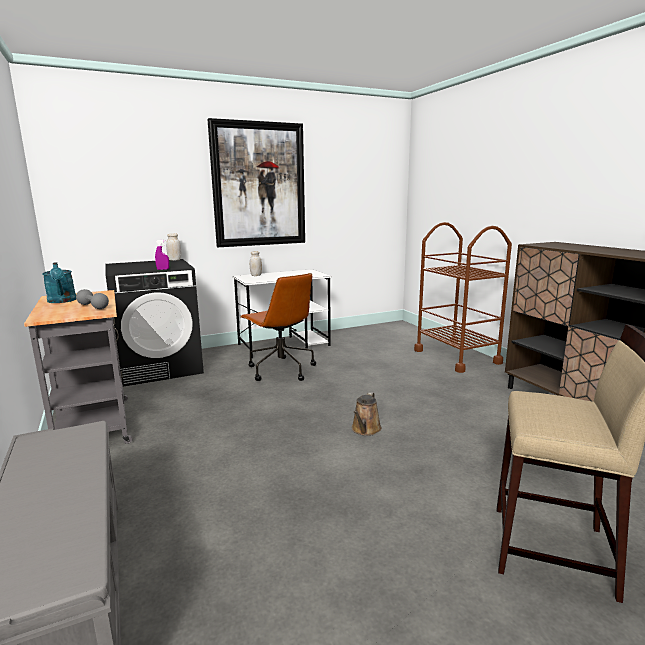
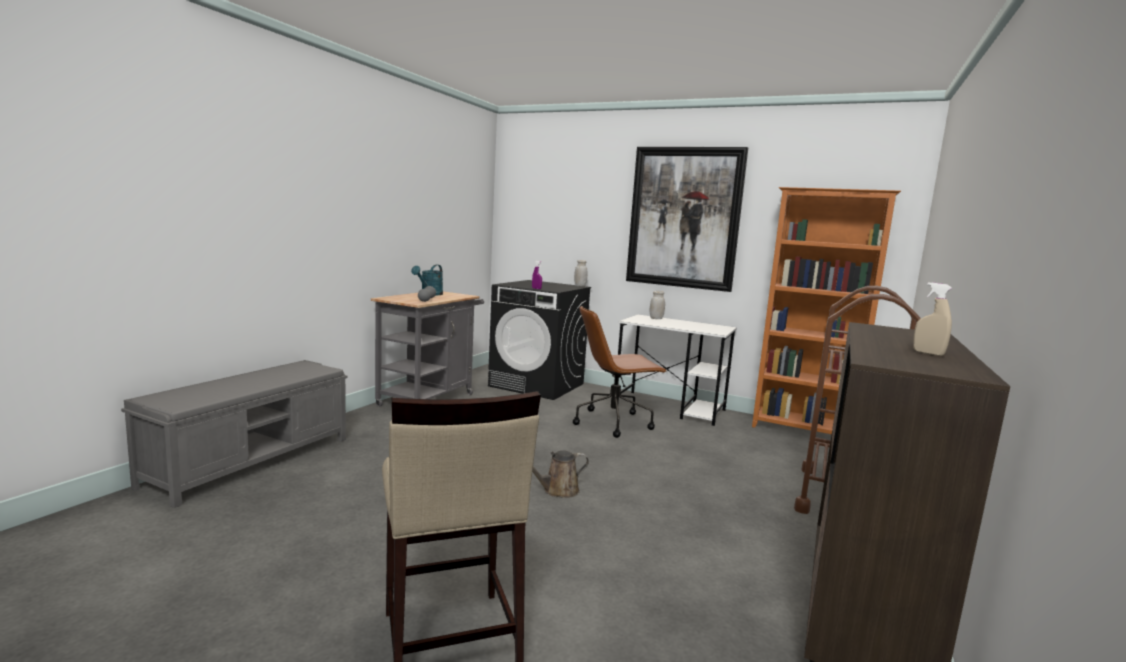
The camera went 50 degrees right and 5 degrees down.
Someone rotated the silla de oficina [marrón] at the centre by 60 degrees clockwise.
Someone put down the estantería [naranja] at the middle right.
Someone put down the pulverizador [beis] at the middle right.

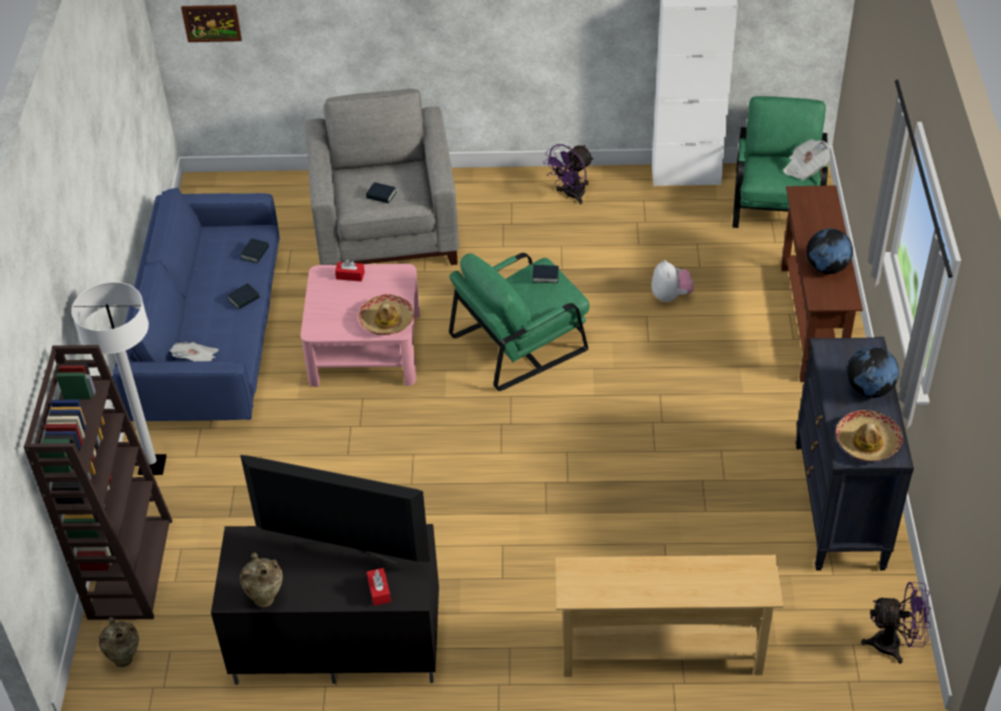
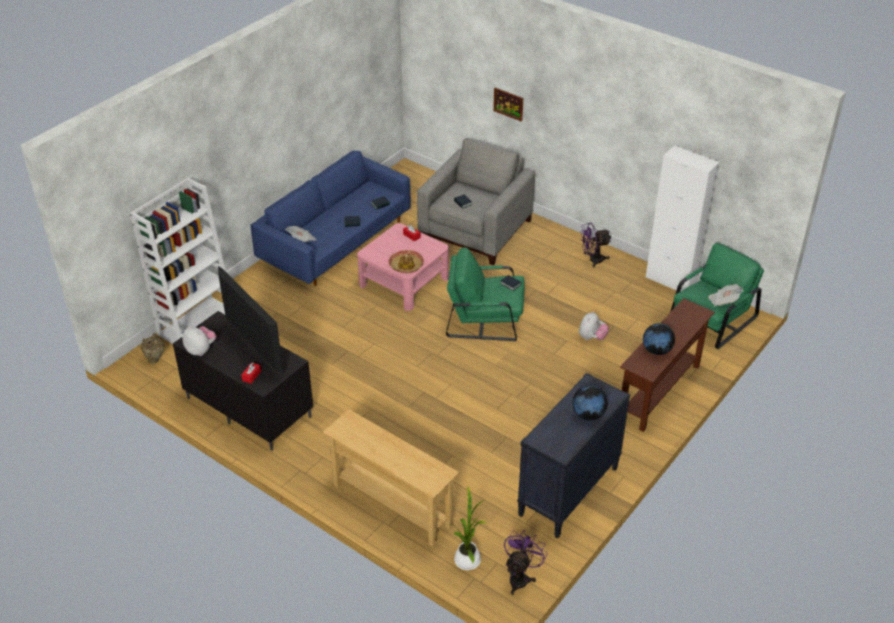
The camera went 35 degrees right and 5 degrees down.
Someone repainted the estantería [marrón] at the bottom left, which became the estantería [blanco] at the middle left.
Someone swapped the florero [beis] (2nd from left) at the bottom left for the peluche (1st from left) at the middle left.
Someone put down the planta en maceta at the bottom centre.
Someone carried the cuadro from the top left to the top centre.
Someone rotated the ventilador [morado] (2nd from left in the first image) at the bottom right by 105 degrees counterclockwise.
Someone took away the lámpara de pie [blanco] at the middle left.
Someone took away the sombrero (2nd from left) at the middle right.

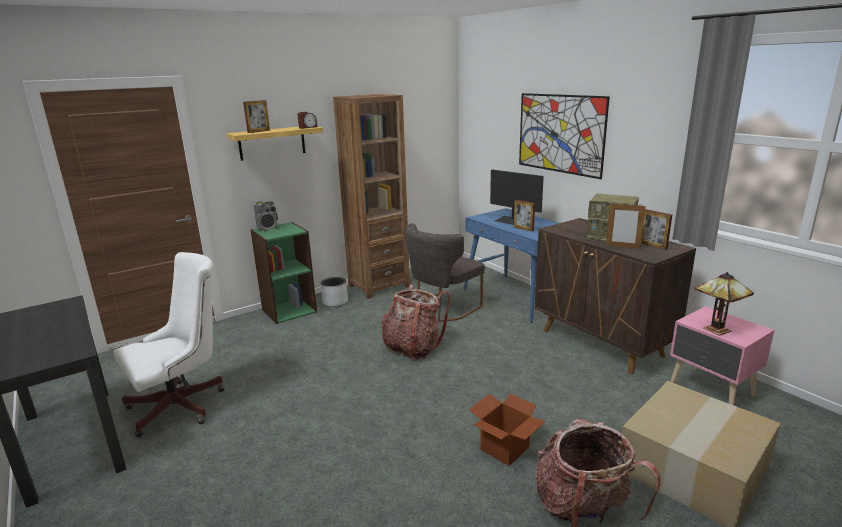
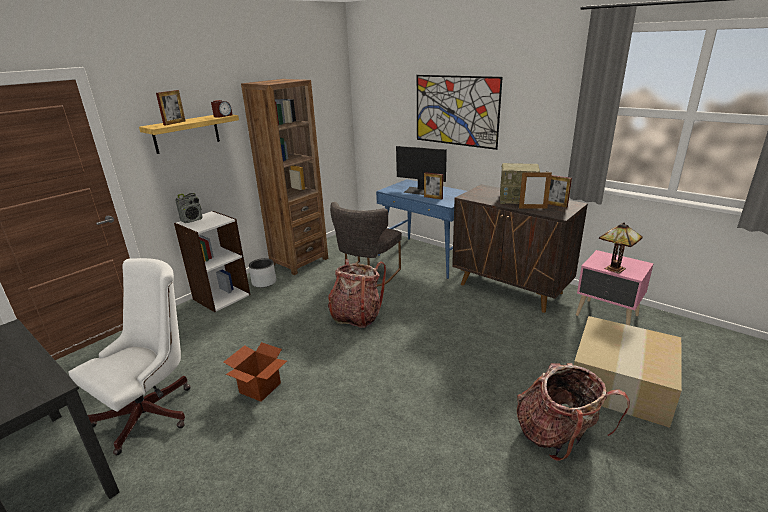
The camera went 15 degrees left and 5 degrees up.
Someone repainted the estantería [verde] at the centre, which became the estantería [blanco] at the middle left.
Someone carried the caja de cartón (1st from left) from the bottom centre to the bottom left.

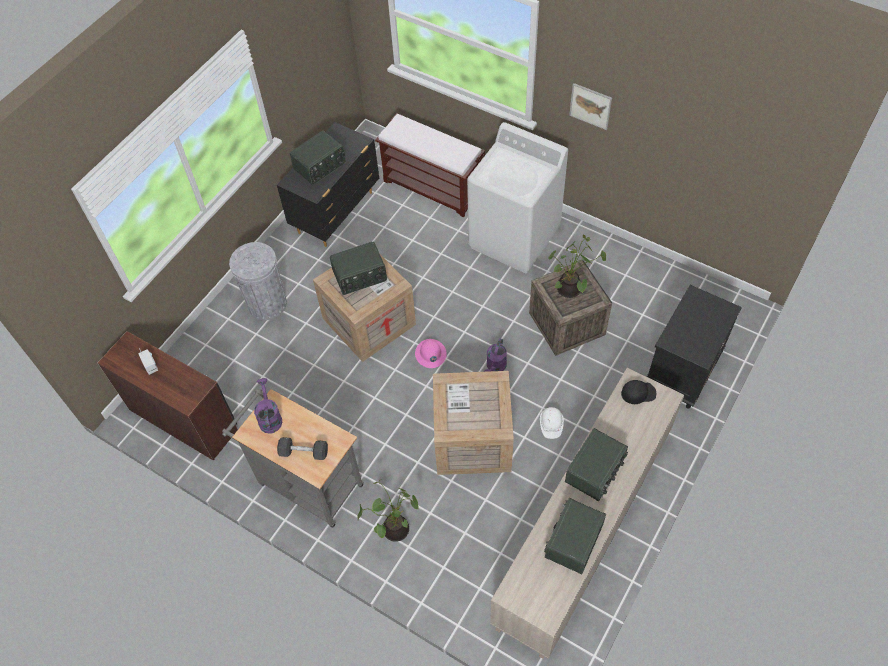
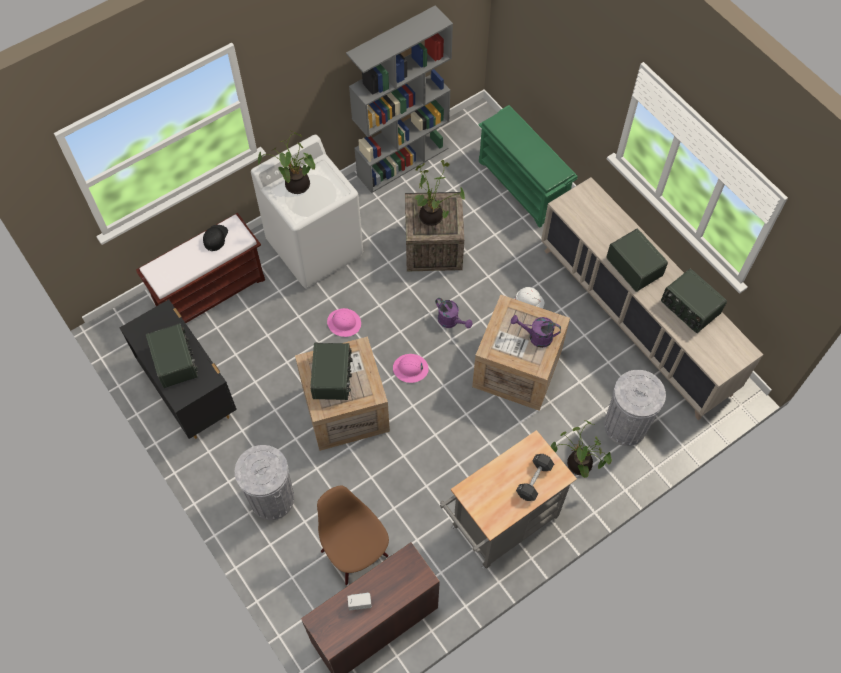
The camera went 70 degrees left and 5 degrees up.
Someone carried the gorra [negro] from the middle right to the middle left.
Someone put down the planta en maceta (1st from left) at the top centre.
Someone put down the silla [marrón] at the bottom centre.
Someone put down the casco [rosa] (1st from left) at the centre.
Someone put down the estantería [gris] at the top centre.
Someone swapped the mesita de noche [negro] at the middle right for the zapatero [verde] at the top centre.
Someone carried the regadera [morado] (1st from left in the first image) from the middle left to the centre.
Someone put down the papelera [gris] (2nd from left) at the middle right.
Someone took away the cuadro at the top centre.

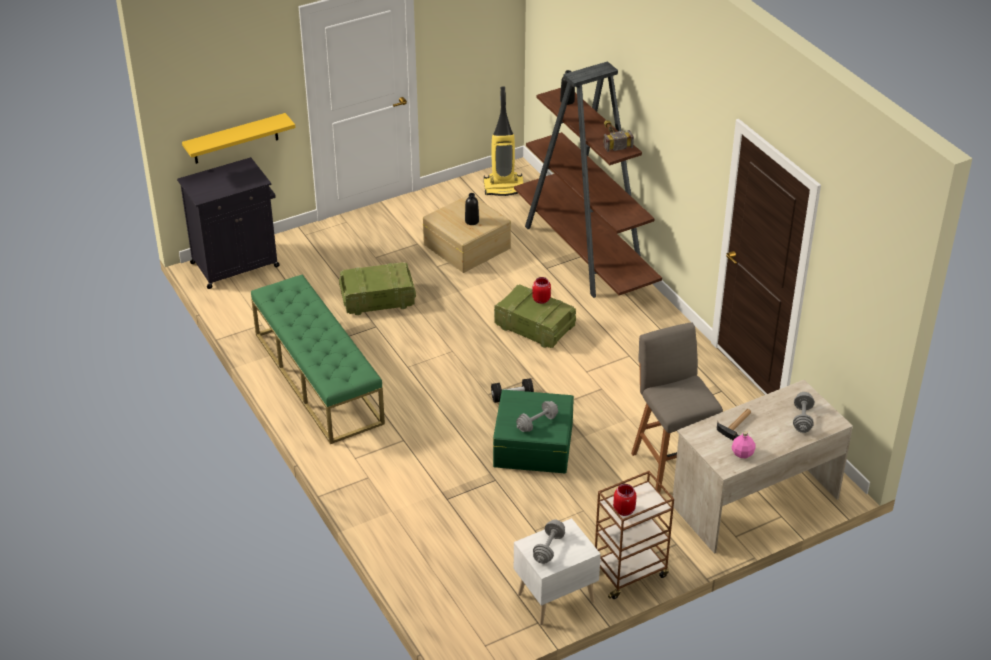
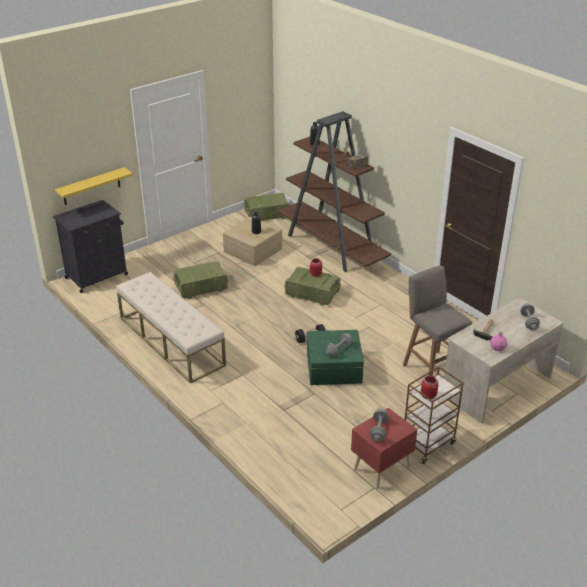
The camera went 10 degrees left and 5 degrees down.
Someone repainted the banco [verde] at the middle left, which became the banco [beis] at the middle left.
Someone swapped the aspiradora at the top centre for the caja de embalaje (2nd from left) at the centre.
Someone repainted the mesita de noche [blanco] at the bottom centre, which became the mesita de noche [rojo] at the bottom centre.

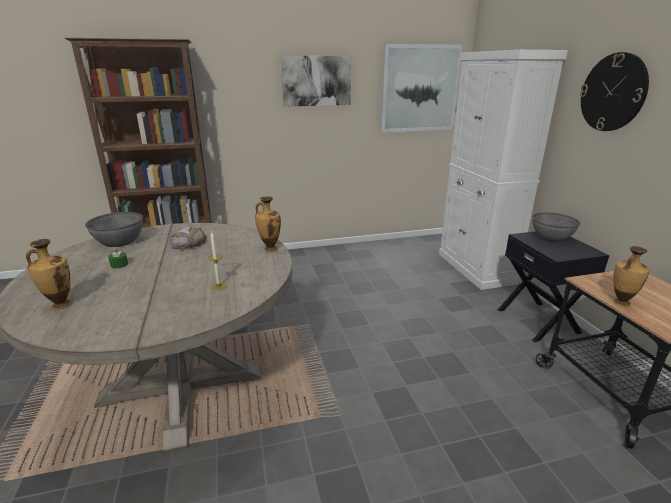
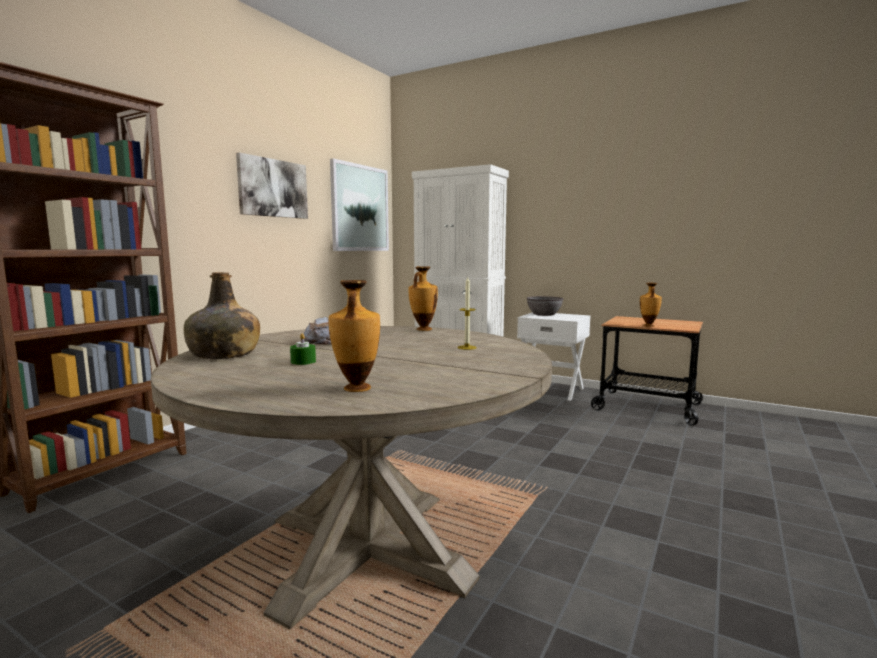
The camera went 45 degrees left and 15 degrees down.
Someone swapped the cuenco [gris] (1st from left) at the middle left for the botella [verde] at the middle left.
Someone repainted the mesita de noche [negro] at the middle right, which became the mesita de noche [blanco] at the centre.
Someone took away the reloj de pared at the top right.

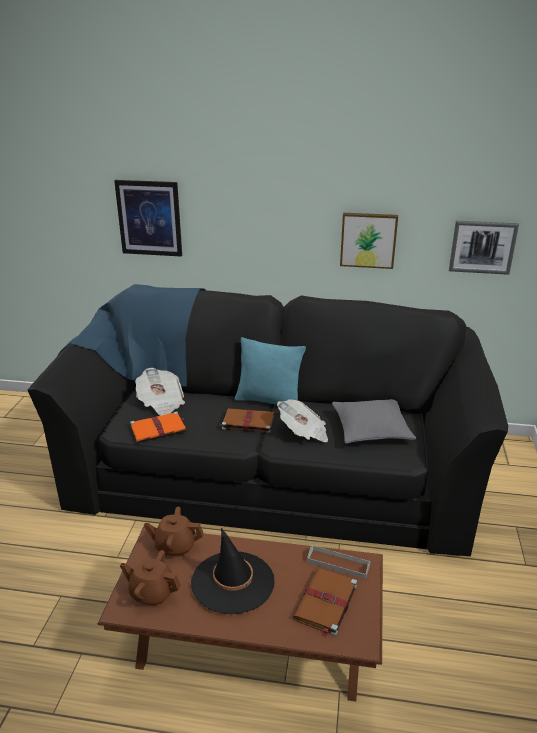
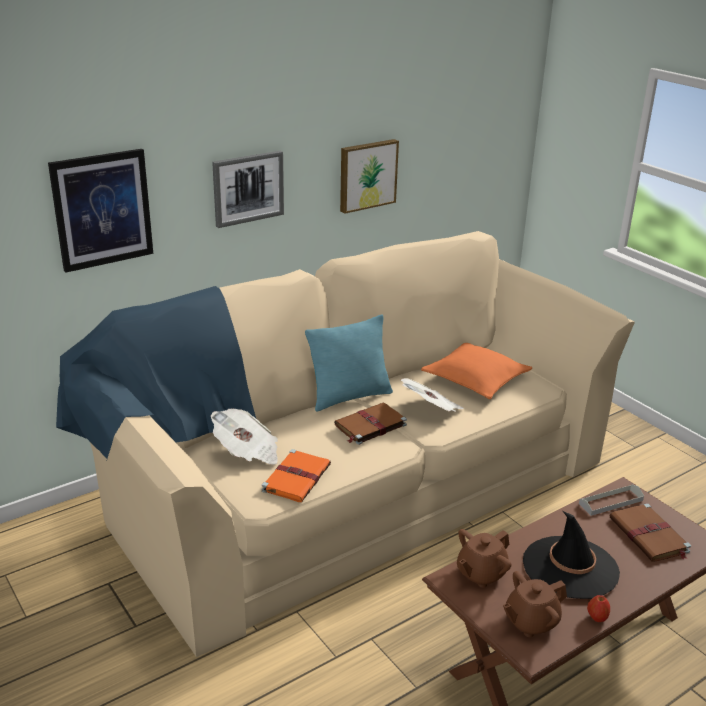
The camera went 45 degrees left and 0 degrees up.
Someone repainted the sofá [negro] at the centre, which became the sofá [beis] at the centre.
Someone carried the cuadro (3rd from left in the first image) from the middle right to the top centre.
Someone repainted the cojín [gris] at the middle right, which became the cojín [naranja] at the middle right.
Someone put down the manzana at the bottom right.

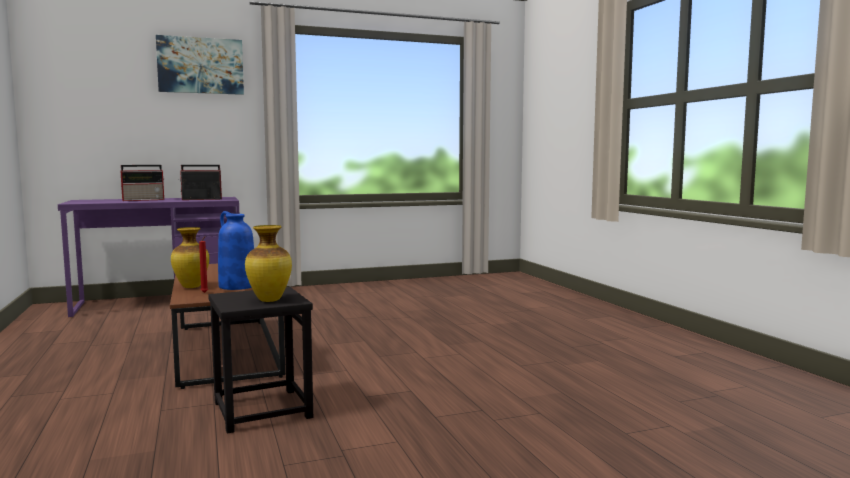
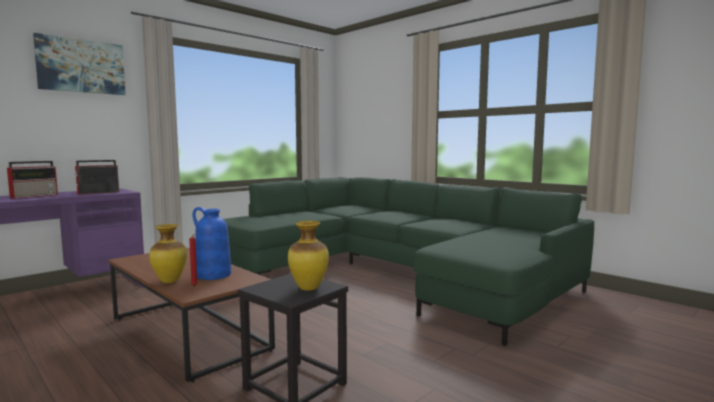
The camera went 25 degrees left and 0 degrees up.
Someone put down the sofá [verde] at the centre.

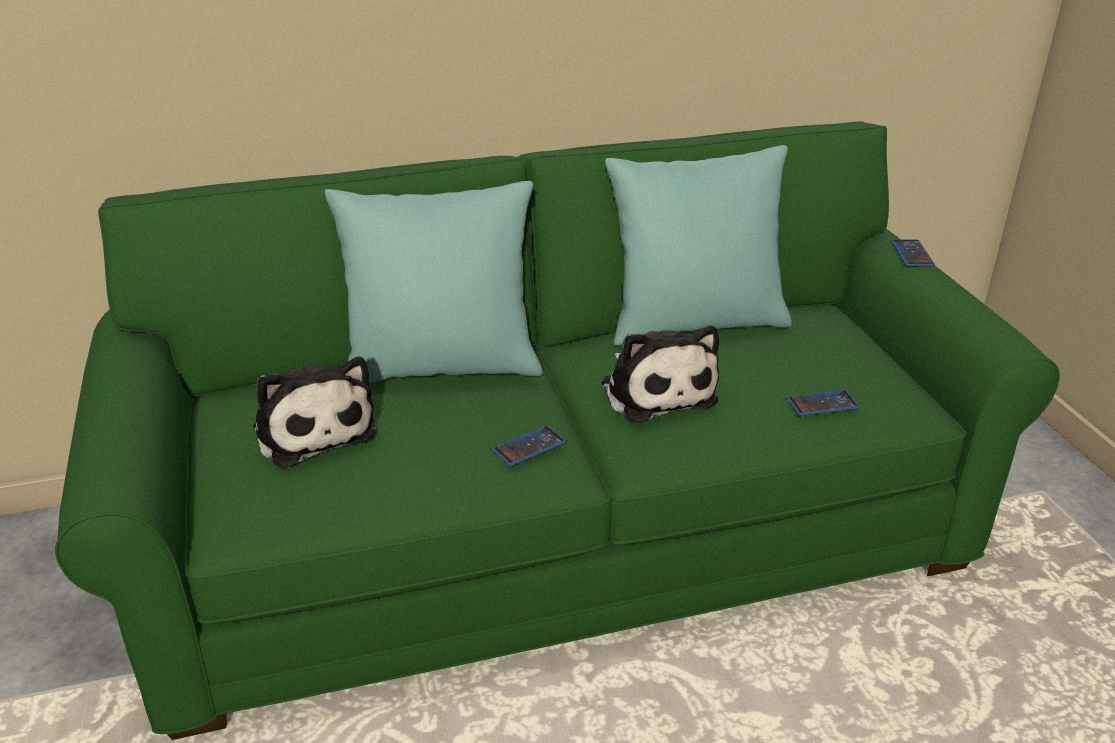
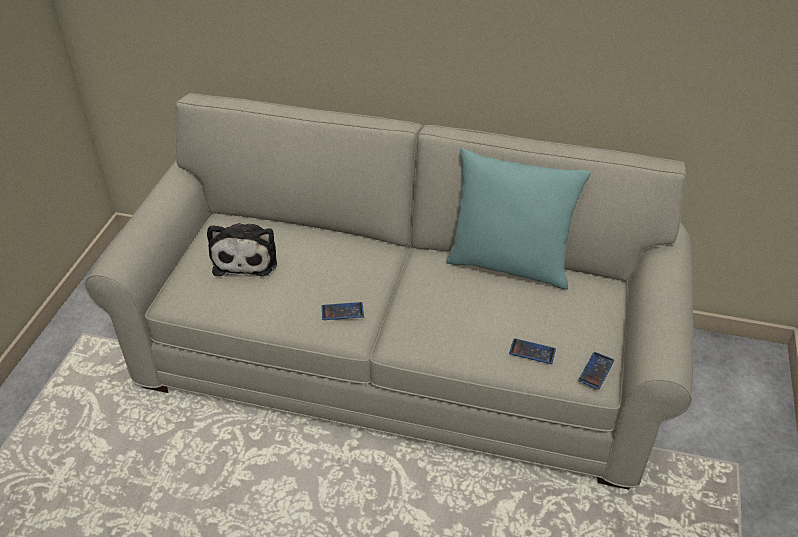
The camera went 30 degrees right and 10 degrees up.
Someone repainted the sofá [verde] at the centre, which became the sofá [beis] at the centre.
Someone carried the móvil (3rd from left) from the middle right to the bottom right.
Someone took away the cojín [turquesa] (1st from left) at the centre.
Someone took away the peluche (2nd from left) at the centre.

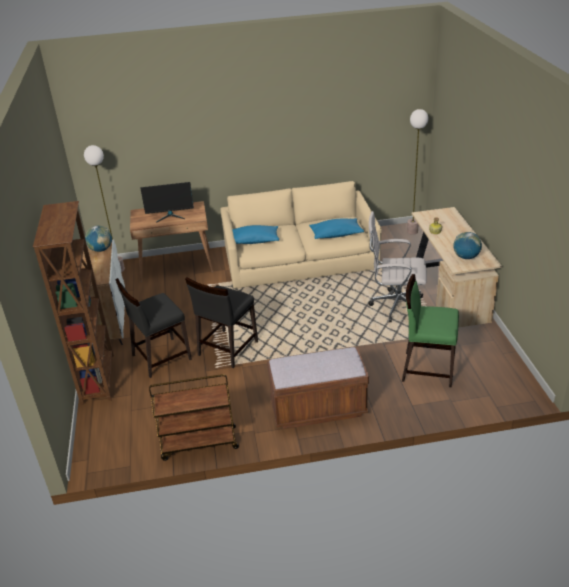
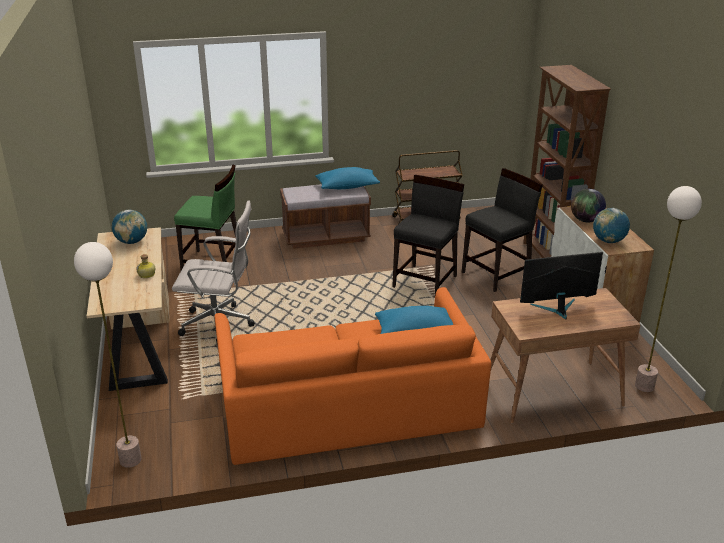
The camera went 175 degrees right and 5 degrees down.
Someone repainted the sofá [beis] at the centre, which became the sofá [naranja] at the bottom centre.
Someone carried the cojín [azul] (2nd from left in the first image) from the centre to the top centre.
Someone put down the globo terráqueo (2nd from left) at the middle right.

